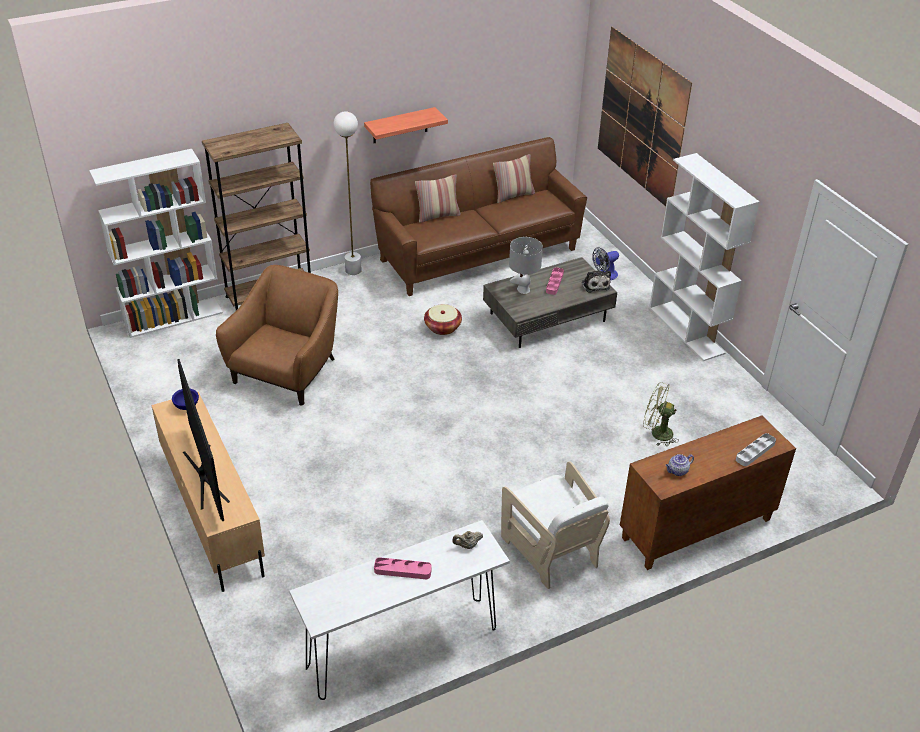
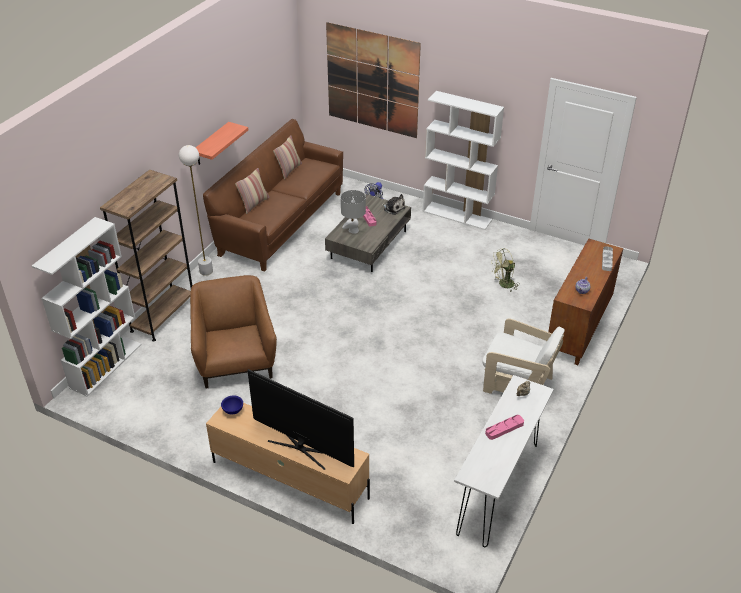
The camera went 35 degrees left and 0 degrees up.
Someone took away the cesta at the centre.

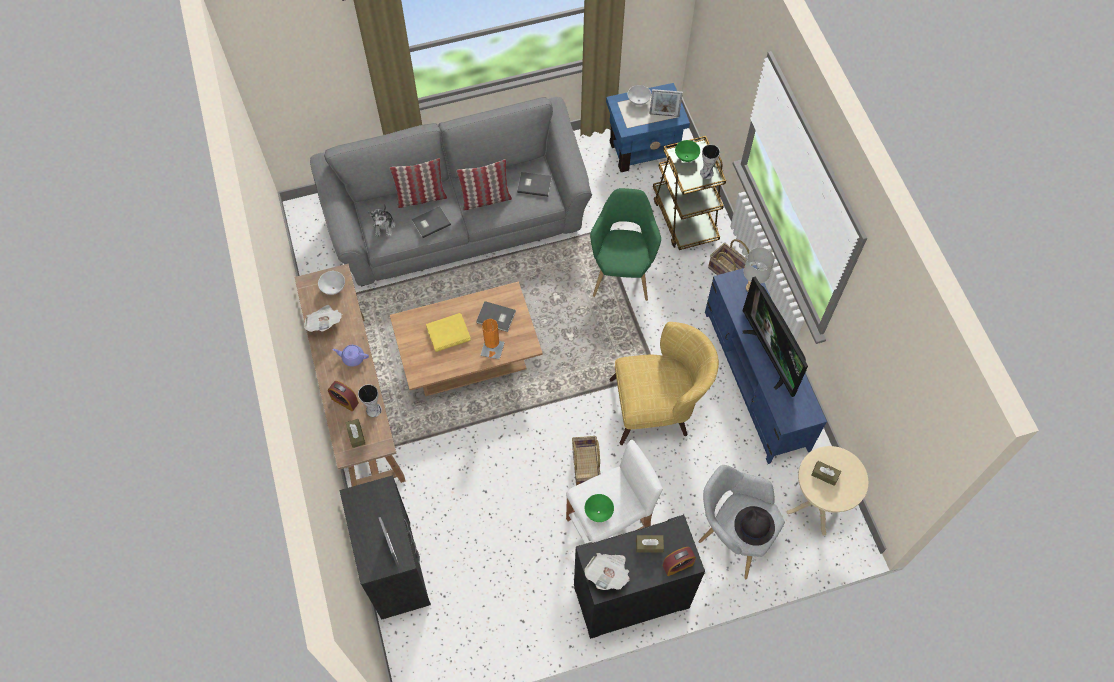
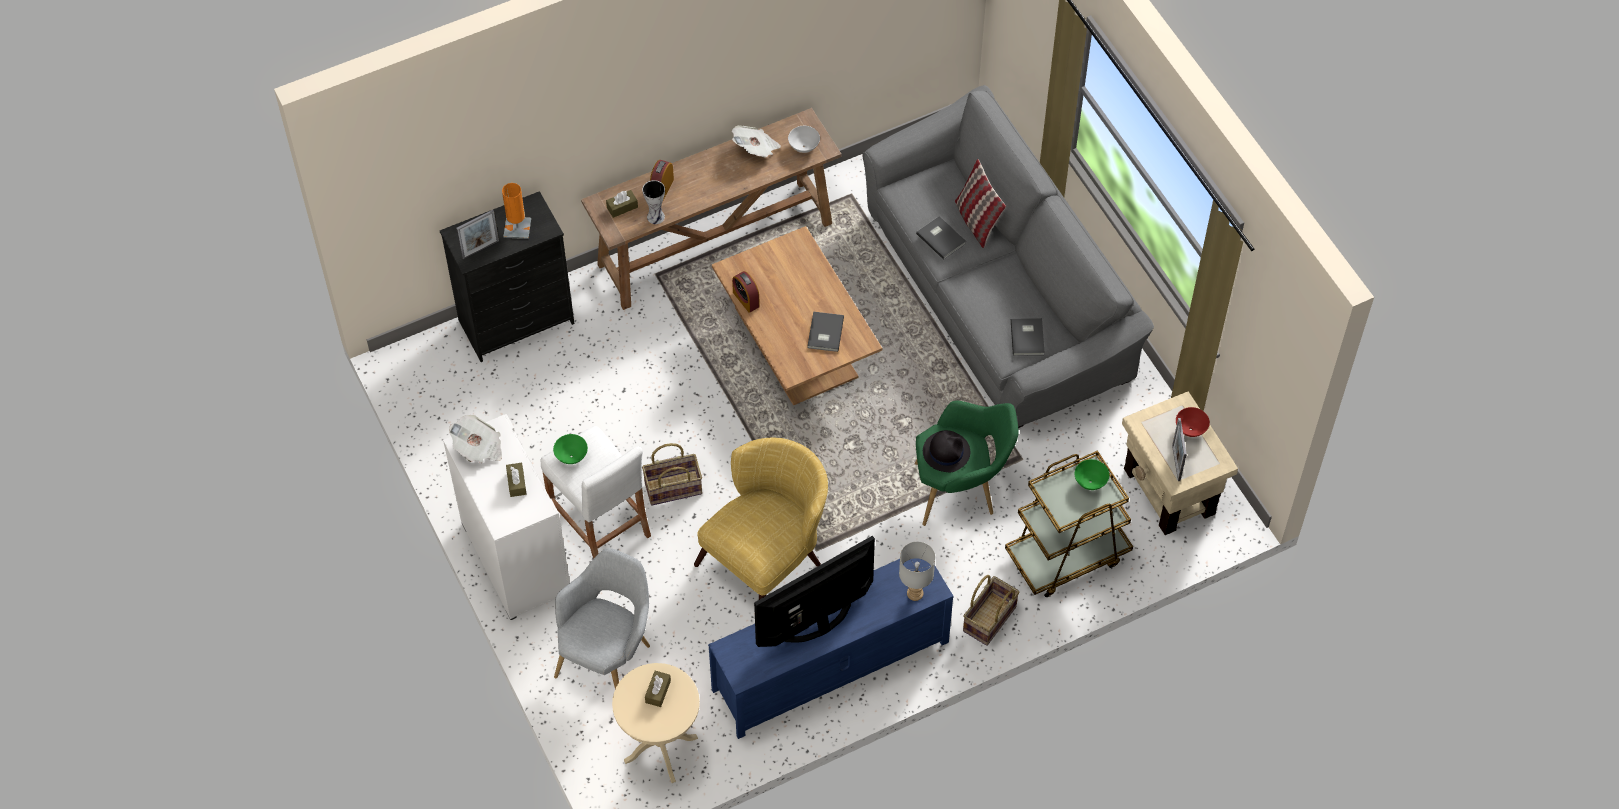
The camera went 80 degrees right and 5 degrees down.
Someone repainted the armario [negro] at the bottom centre, which became the armario [blanco] at the middle left.
Someone carried the lámpara de mesa [naranja] from the centre to the top left.
Someone rotated the sillón [amarillo] at the centre by 120 degrees counterclockwise.
Someone carried the despertador (2nd from left) from the bottom centre to the centre.
Someone carried the sombrero [negro] from the bottom right to the centre.
Someone repainted the mesa auxiliar [azul] at the top centre, which became the mesa auxiliar [beis] (2nd from left) at the middle right.
Someone repainted the cuenco [blanco] (2nd from left) at the top centre, which became the cuenco [rojo] at the middle right.
Someone took away the tetera [morado] at the middle left.
Someone took away the peluche at the top centre.
Someone took away the libro [amarillo] at the centre.
Someone took away the cojín (2nd from left) at the top centre.
Someone took away the florero (2nd from left) at the top centre.

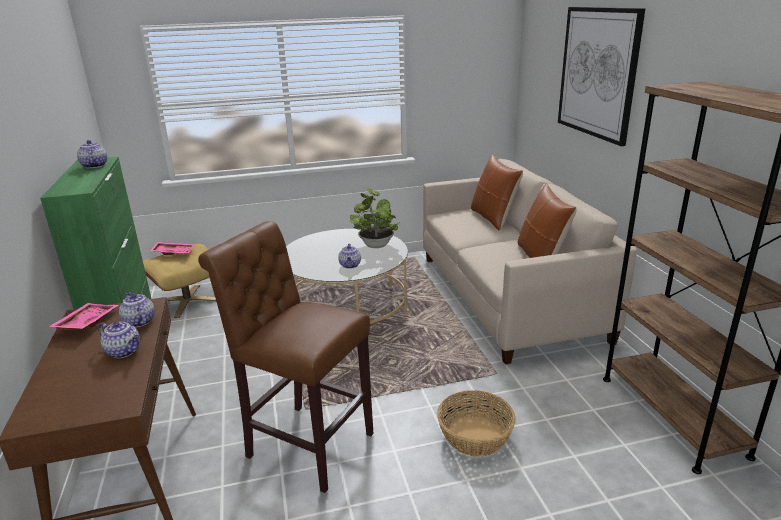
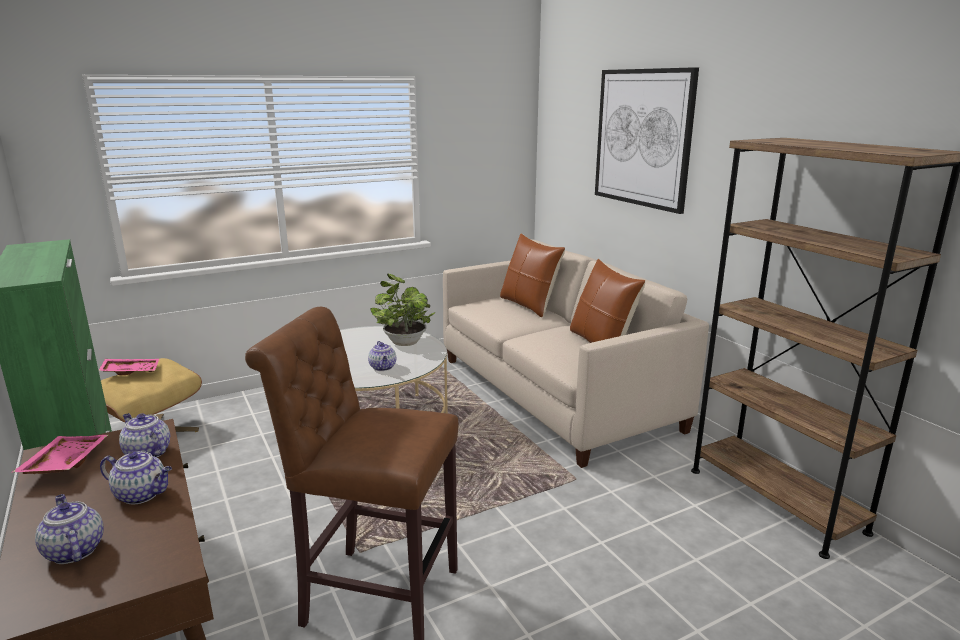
The camera went 15 degrees left and 5 degrees down.
Someone carried the tetera (1st from left) from the top left to the bottom left.
Someone took away the cesta at the bottom centre.

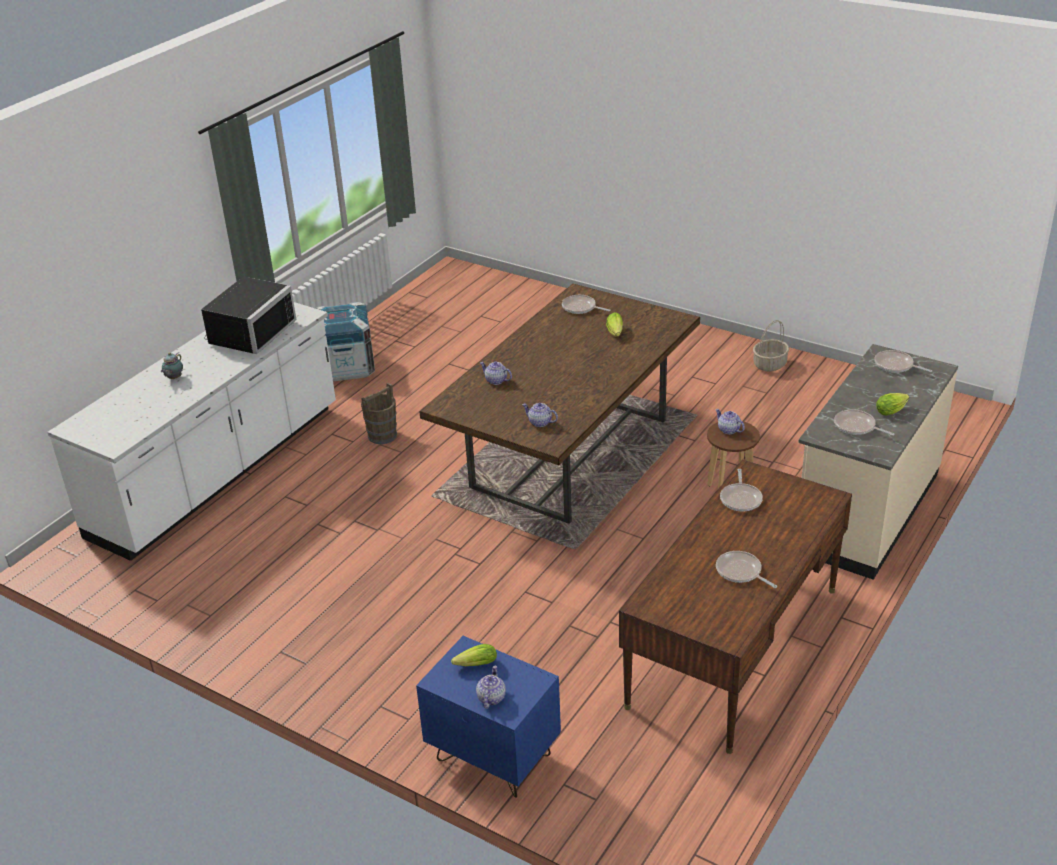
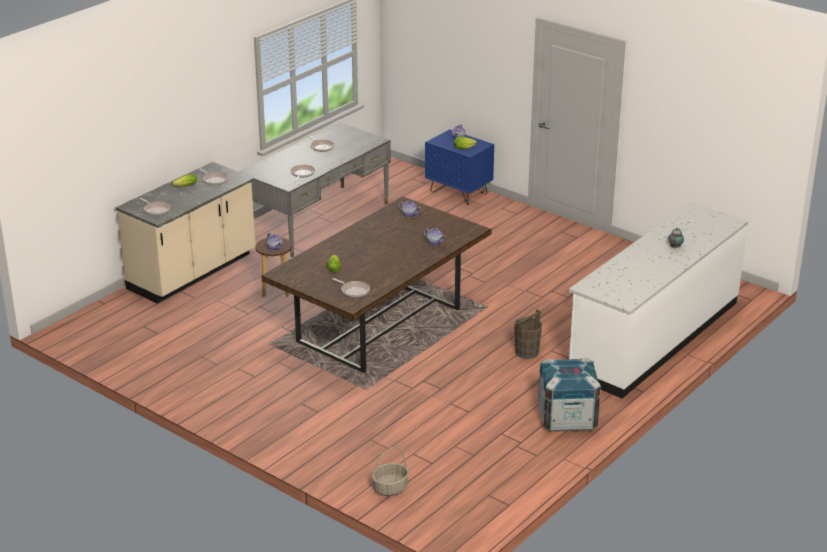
The camera went 175 degrees left and 5 degrees down.
Someone repainted the escritorio [marrón] at the bottom right, which became the escritorio [gris] at the centre.
Someone carried the cesta from the middle right to the bottom centre.
Someone took away the microondas [negro] at the middle left.

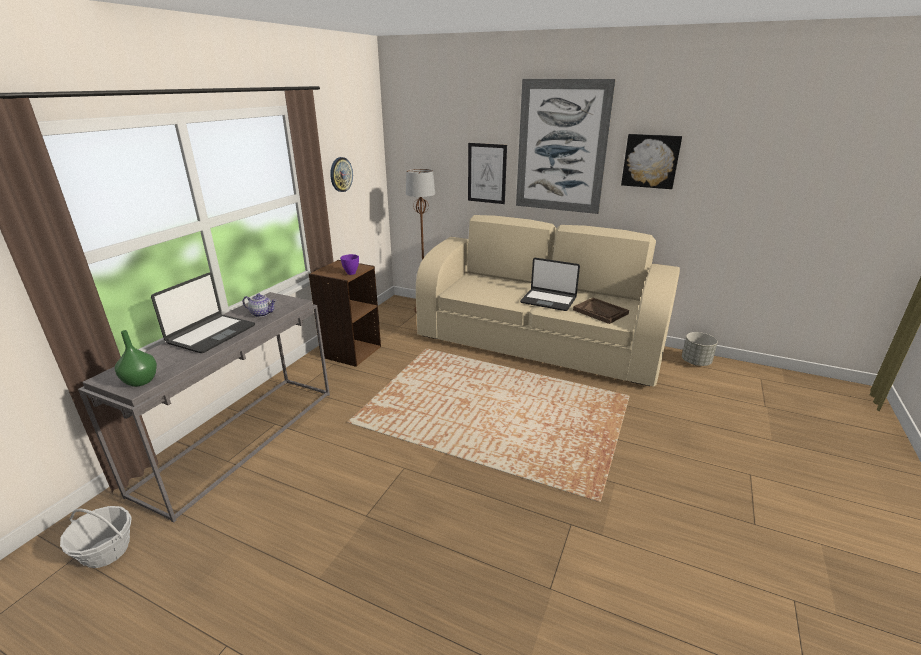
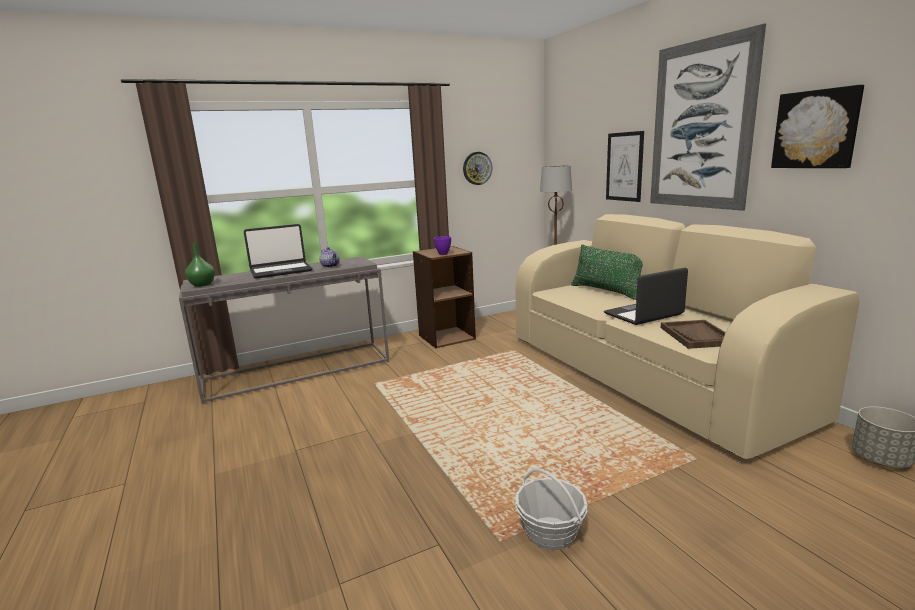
The camera went 40 degrees right and 10 degrees down.
Someone carried the cesta from the bottom left to the bottom centre.
Someone put down the cojín [verde] at the centre.
Someone rotated the portátil (2nd from left) at the centre by 90 degrees clockwise.

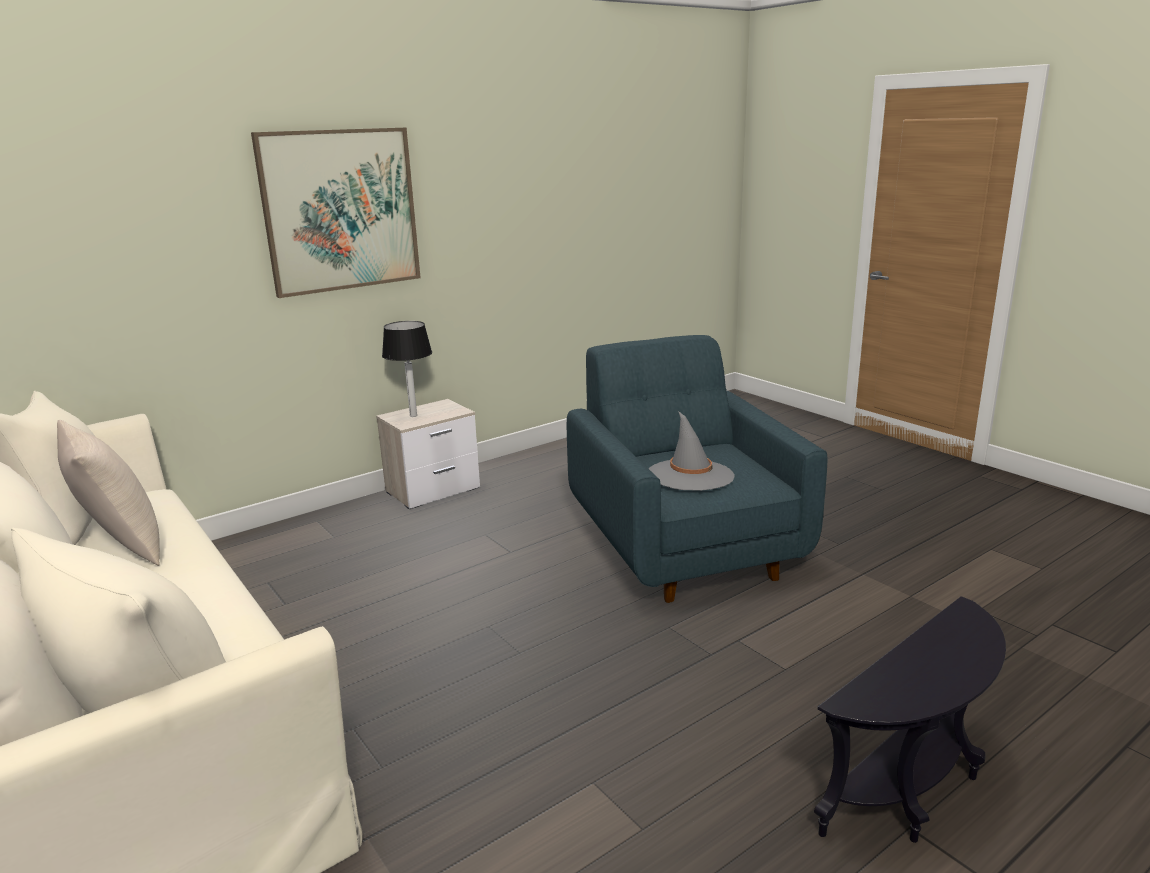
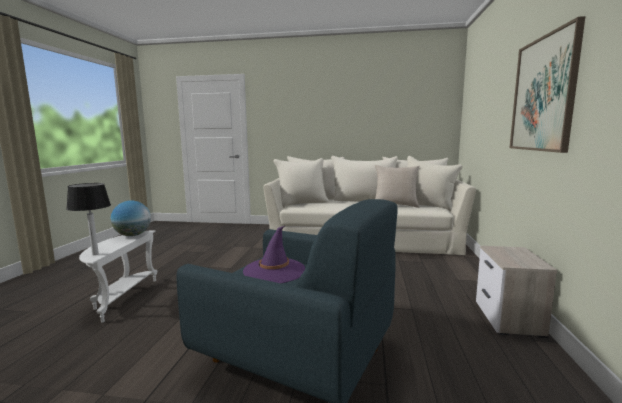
The camera went 135 degrees right and 10 degrees down.
Someone carried the lámpara de mesa from the centre to the middle left.
Someone repainted the mesa auxiliar [negro] at the bottom right, which became the mesa auxiliar [blanco] at the bottom left.
Someone put down the globo terráqueo at the middle left.
Someone repainted the sombrero [gris] at the centre, which became the sombrero [morado] at the centre.

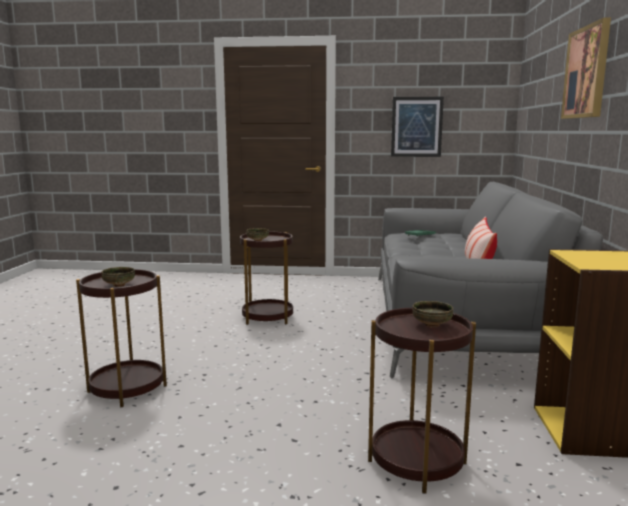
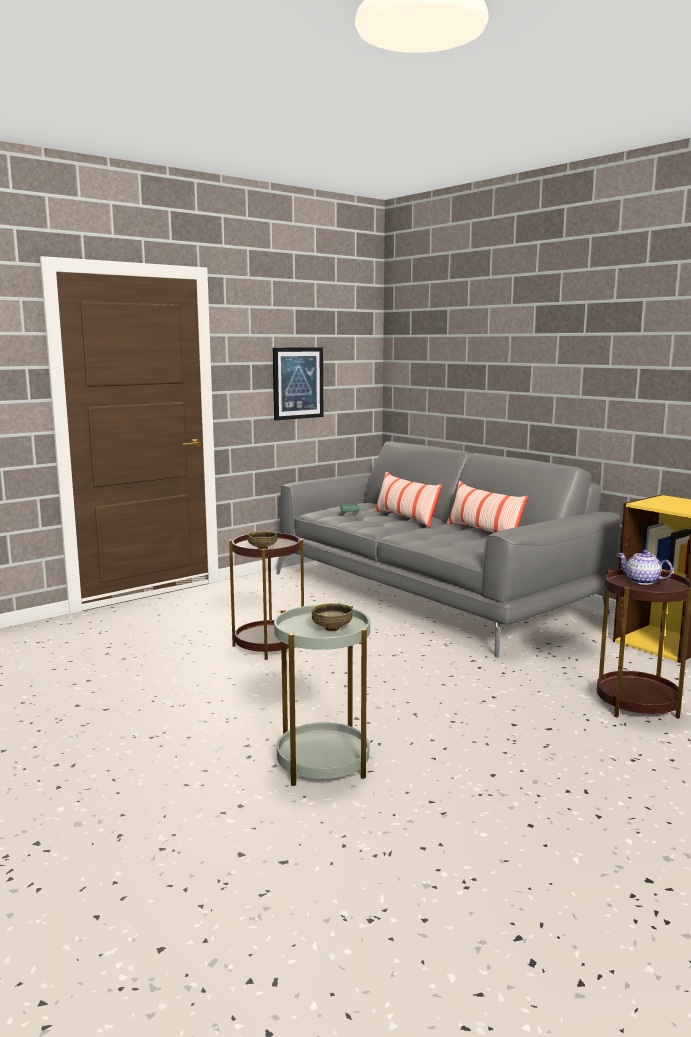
The camera went 45 degrees left and 0 degrees up.
Someone repainted the mesa auxiliar [marrón] (1st from left) at the bottom left, which became the mesa auxiliar [gris] at the bottom centre.
Someone put down the cojín (1st from left) at the centre.
Someone swapped the cuenco (3rd from left) at the middle right for the tetera at the middle right.
Someone took away the cuadro (2nd from left) at the top right.

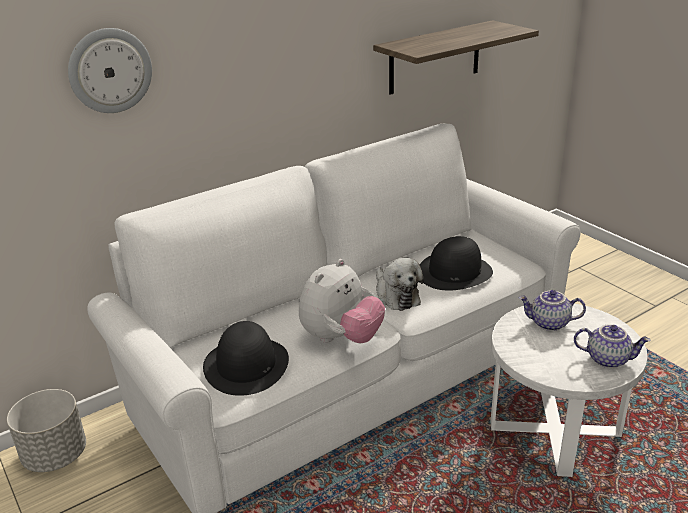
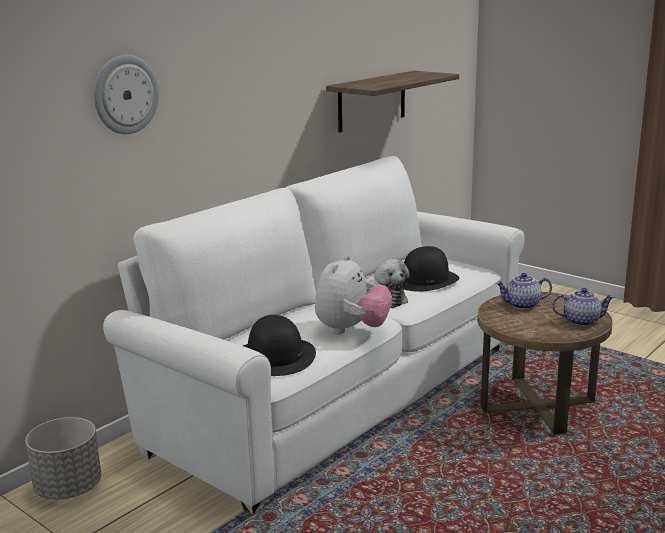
The camera went 15 degrees left and 10 degrees down.
Someone repainted the mesa auxiliar [blanco] at the bottom right, which became the mesa auxiliar [marrón] at the bottom right.

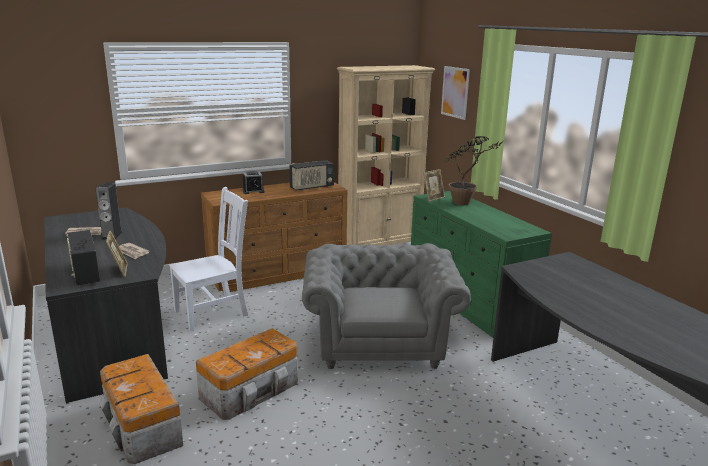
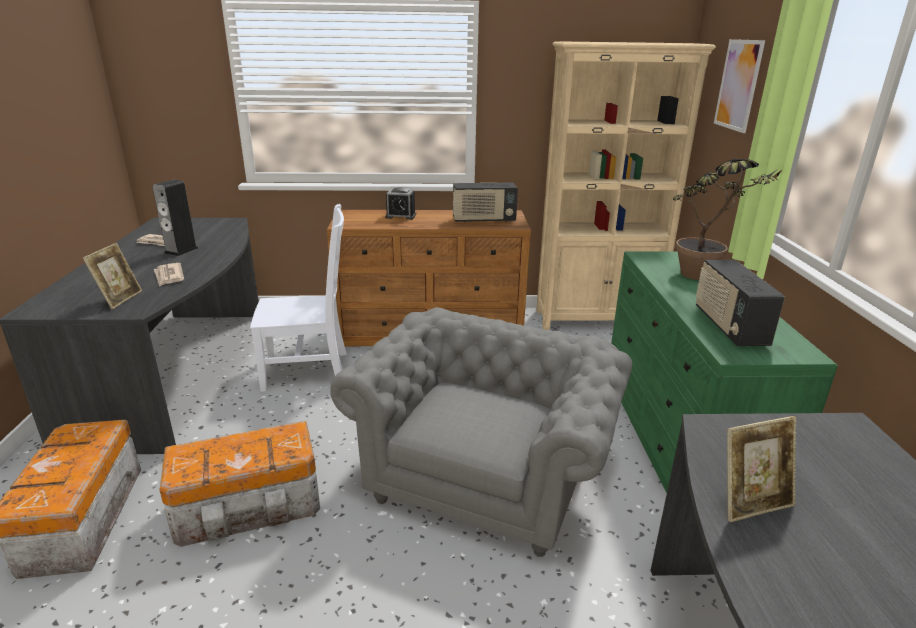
The camera went 25 degrees right and 5 degrees up.
Someone carried the radio (1st from left in the first image) from the middle left to the middle right.
Someone carried the portarretratos (2nd from left) from the centre to the bottom right.

